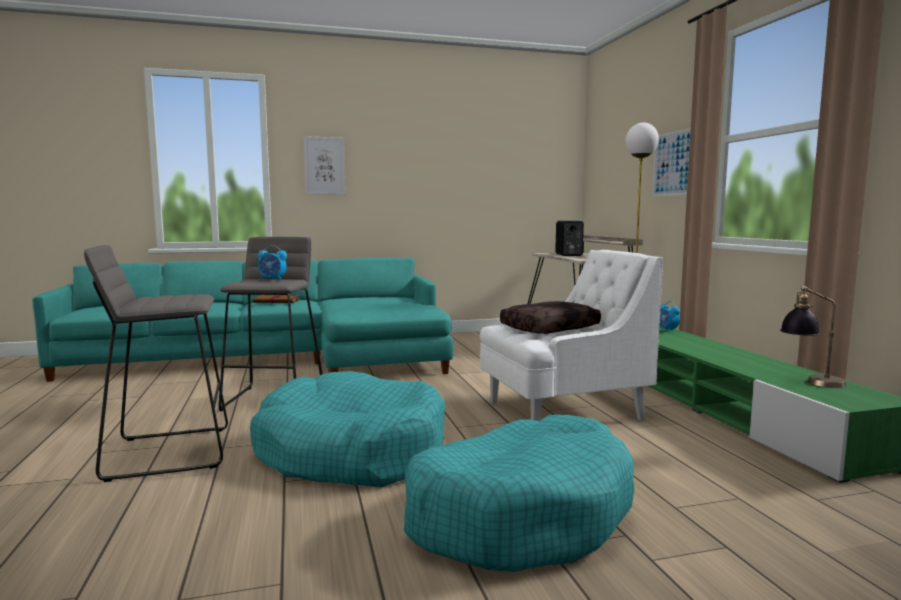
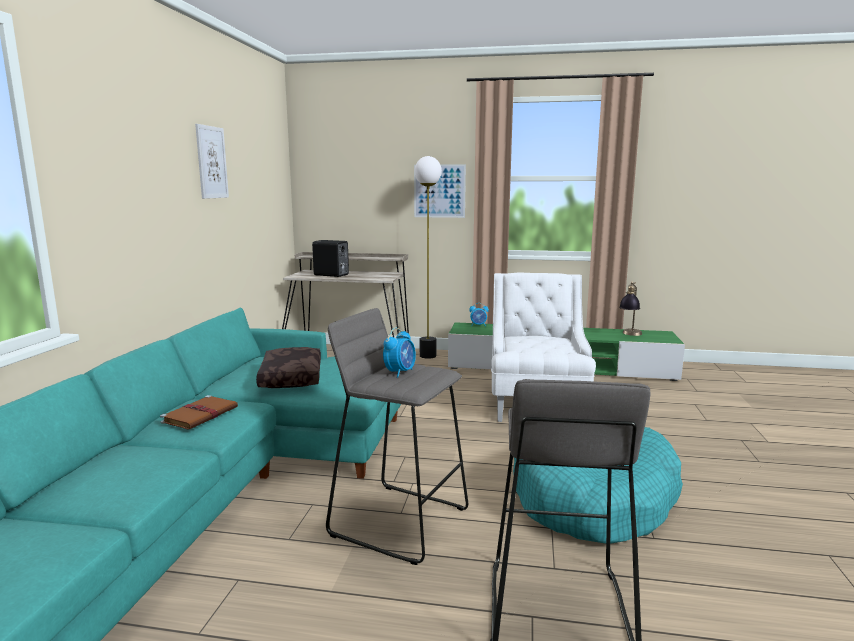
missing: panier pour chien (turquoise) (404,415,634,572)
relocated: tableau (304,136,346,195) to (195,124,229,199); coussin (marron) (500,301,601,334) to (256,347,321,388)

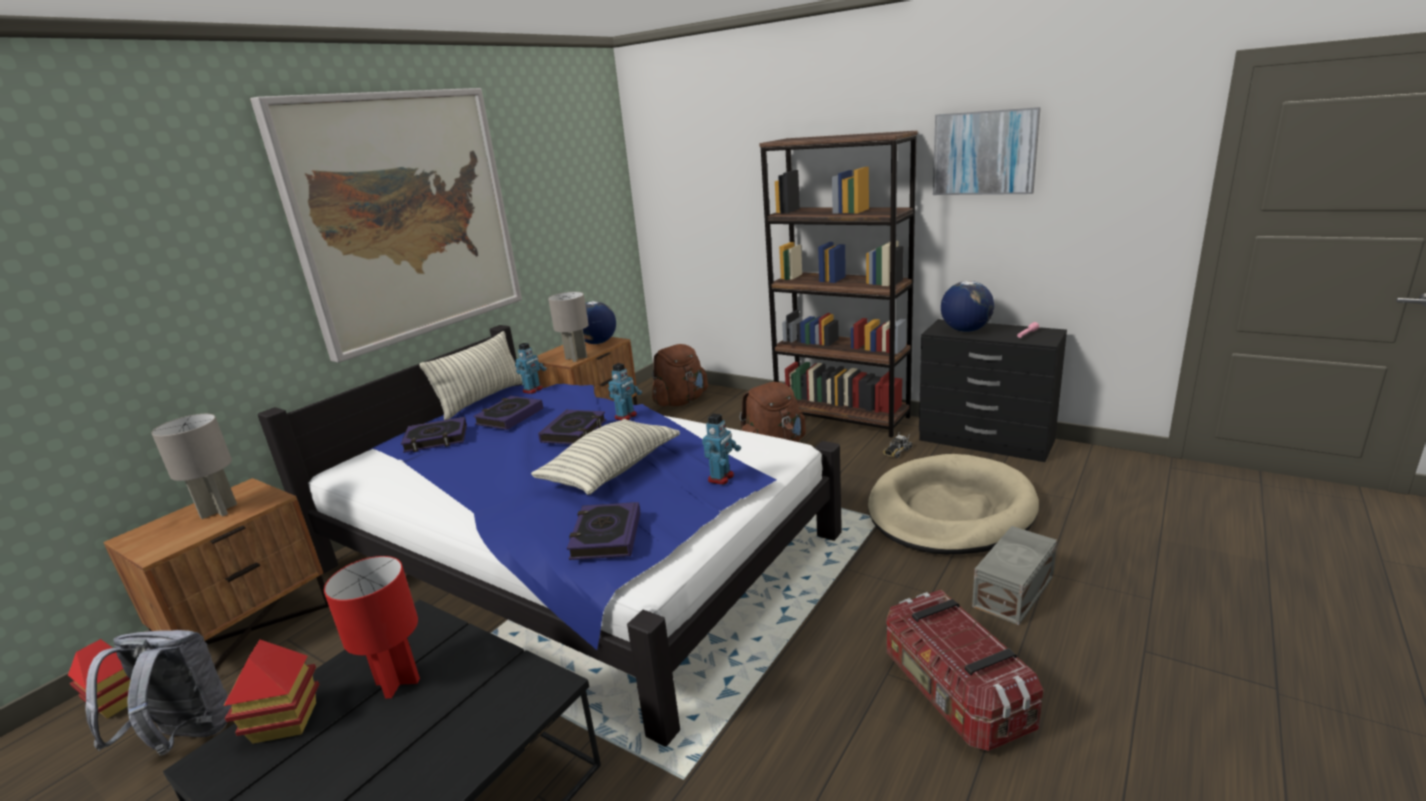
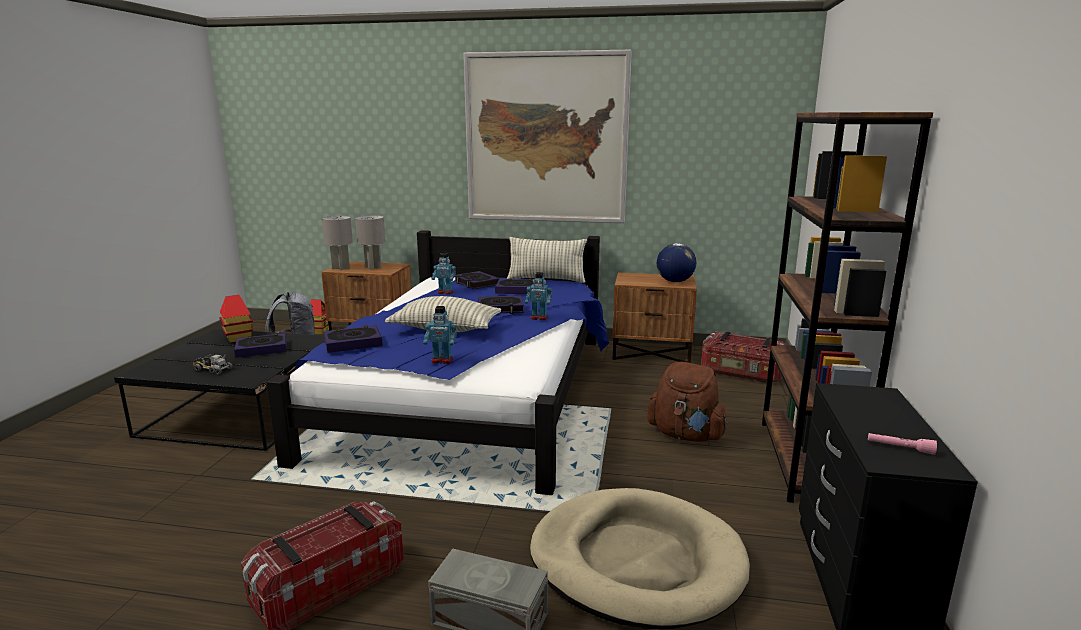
missing: tableau (933,107,1041,195); globe (941,281,994,332)
relocated: lampe de table (gris) (548,292,589,362) to (322,216,353,270); robot jouet (515,343,547,394) to (432,253,456,294); camion jouet (883,431,913,458) to (193,354,232,374)
exchanged: sac à dos (marron) (652,344,708,406) to boîte de rangement (701,331,786,383); lampe de table (rouge) (324,556,420,699) to livre (234,333,287,358)

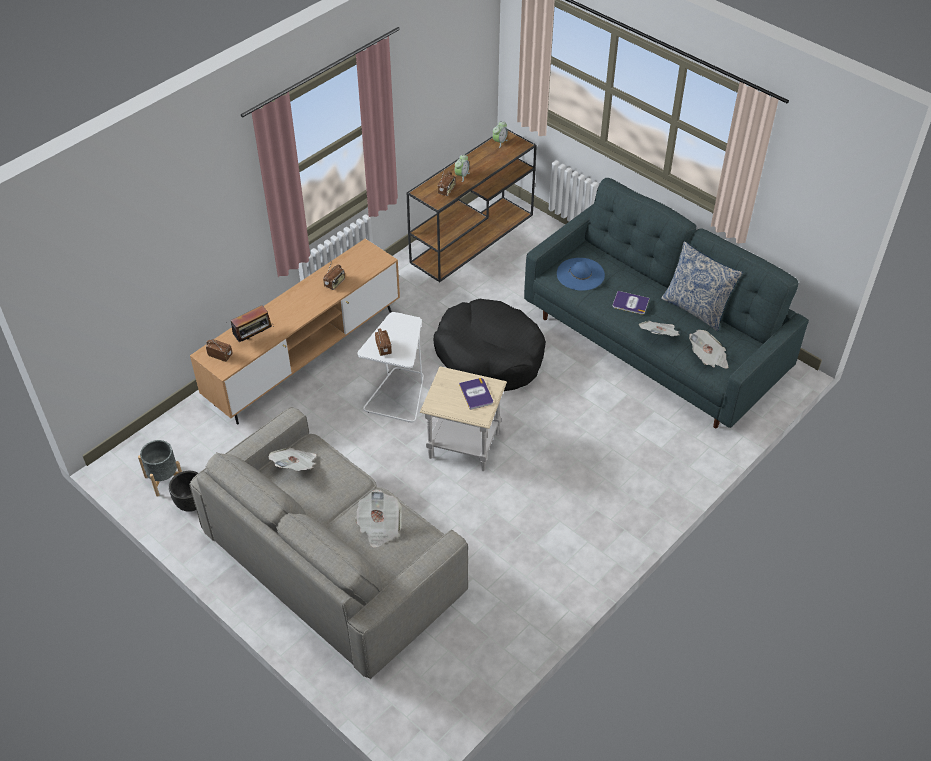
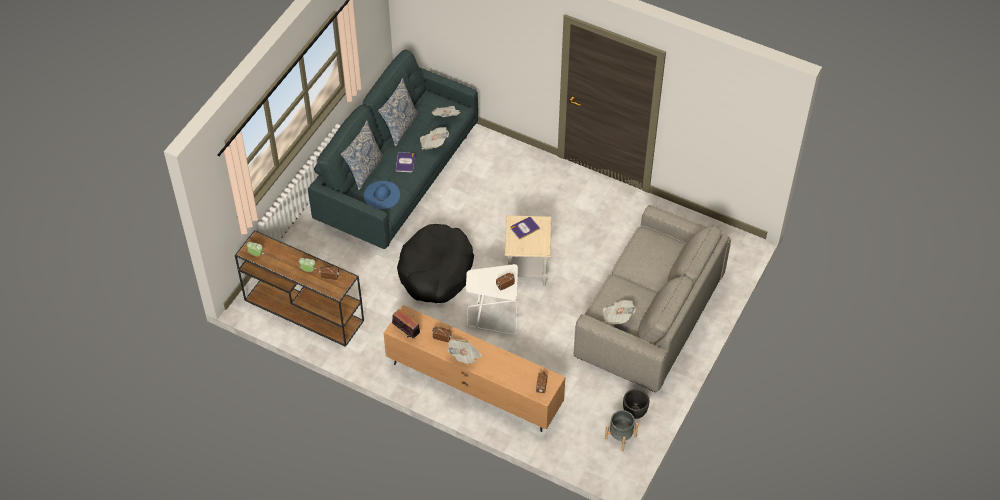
appeared: coussin (341,120,385,190)
relocated: radio (231,305,274,342) to (392,309,420,339); journal (355,490,402,548) to (447,339,482,364)

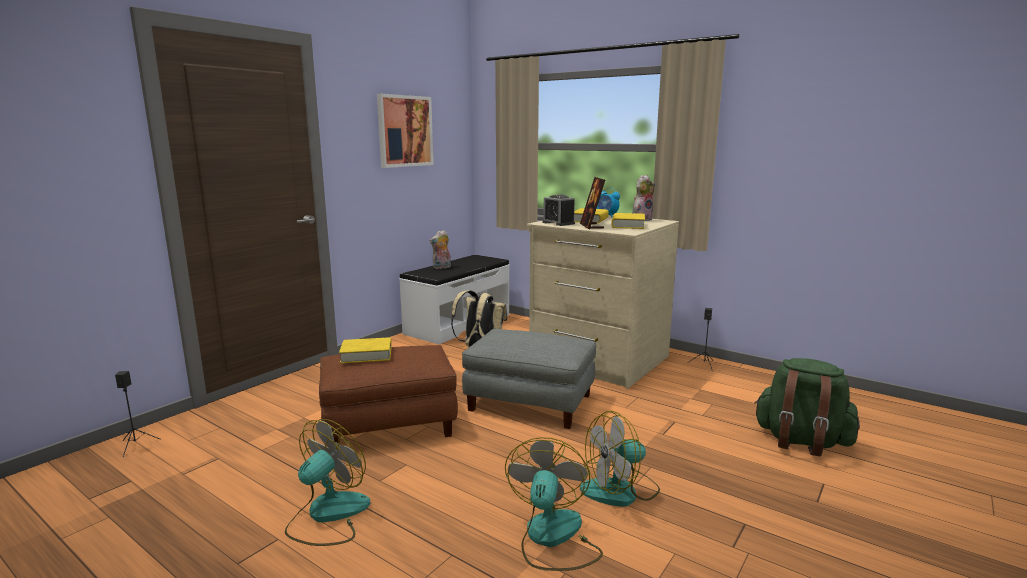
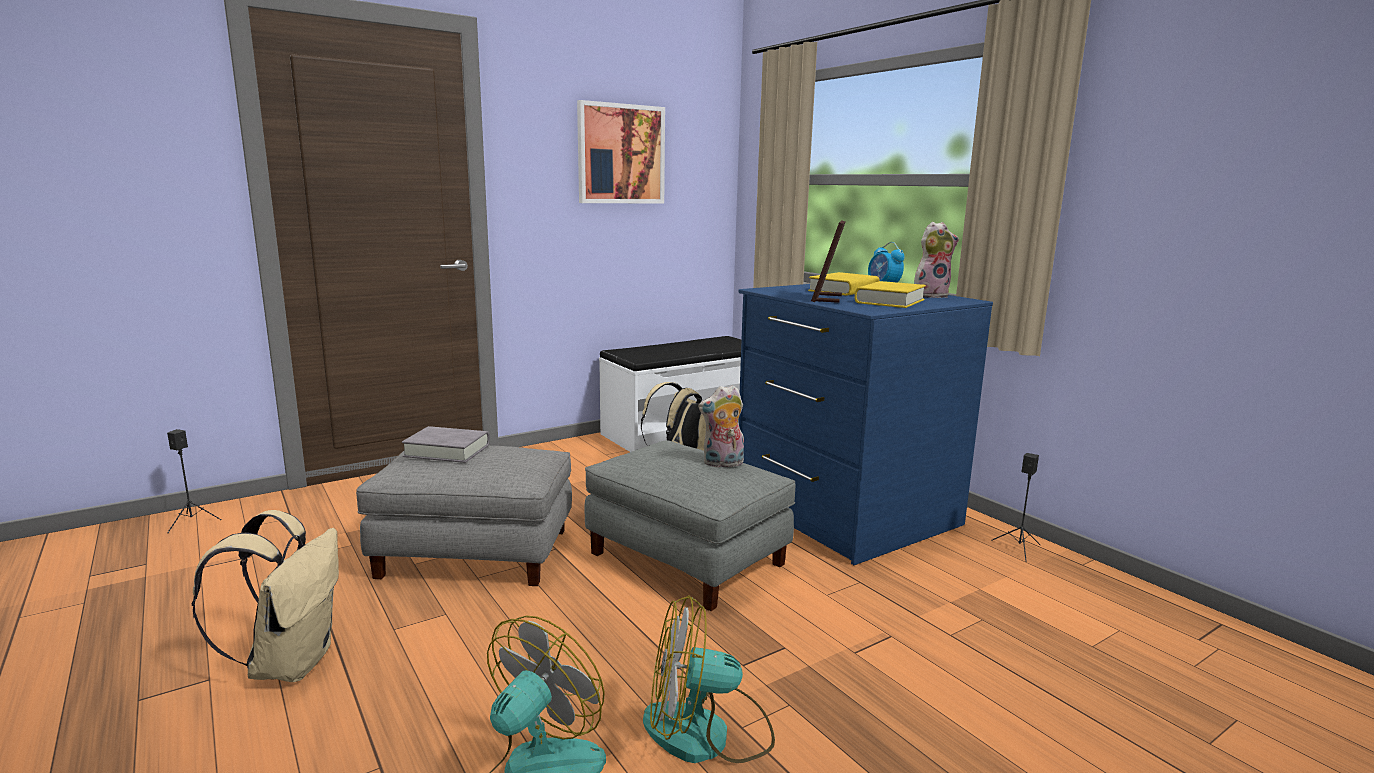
missing: réveil (542,195,575,226); sac à dos (vert) (754,358,860,456)
relocated: peluche (430,230,451,269) to (698,385,744,468)
exchanged: ventilateur (285,419,370,546) to sac à dos (beige) (192,510,339,682)
colour: commode (beige) (527,215,679,389) to commode (bleu) (738,284,993,565); livre (jaune) (339,337,392,363) to livre (gris) (402,426,490,463); pouf (marron) (319,345,458,444) to pouf (gris) (356,446,572,586)

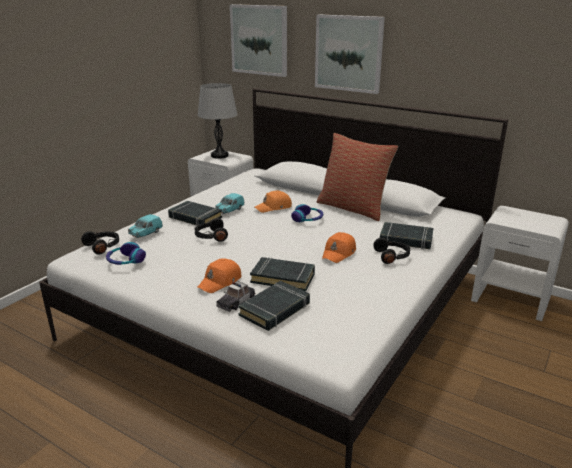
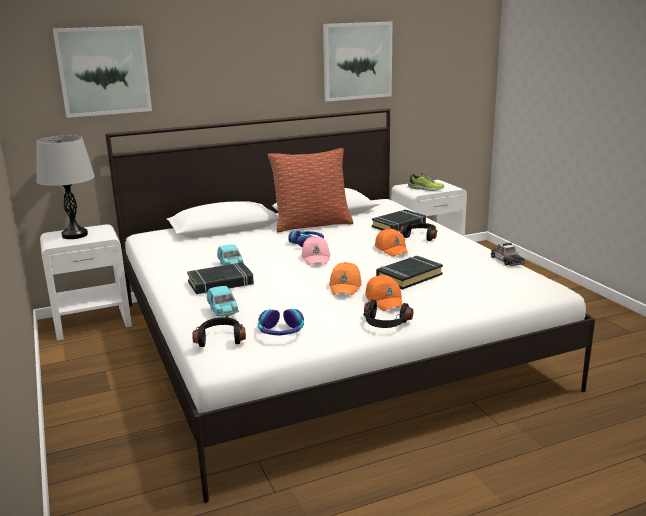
missing: livre (noir) (238,281,310,331)
appeared: chaussure (408,173,444,191); casquette (rose) (302,236,330,265)
relocated: tableau (315,14,385,94) to (323,22,392,101); casquette (orange) (255,190,292,213) to (329,262,362,295); casque audio (noir) (195,218,228,242) to (364,299,413,328); petite voiture (216,281,255,312) to (491,243,524,266)

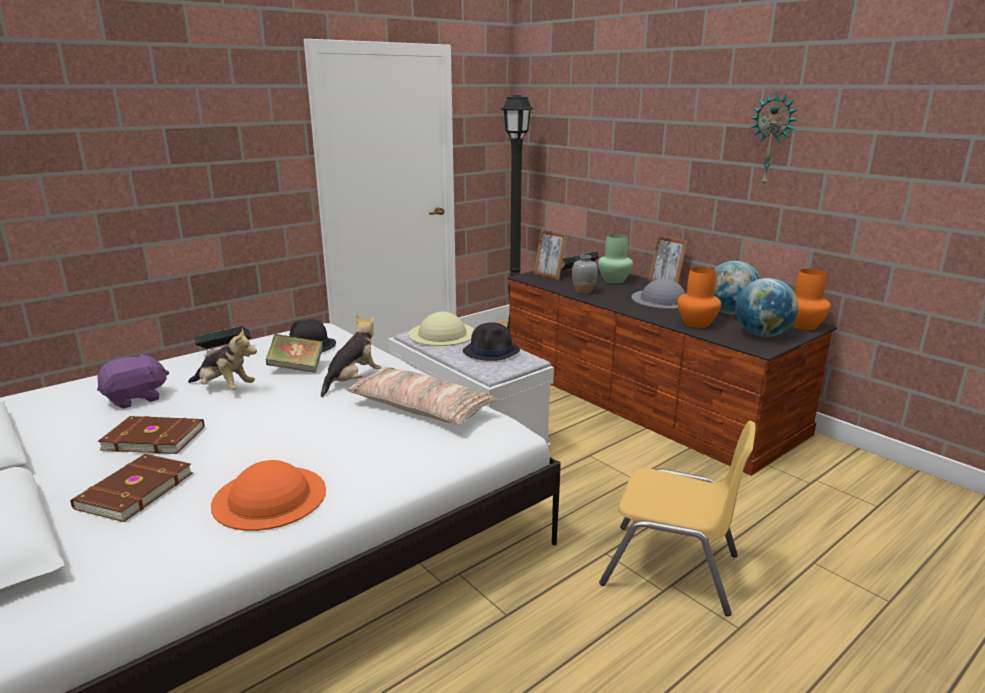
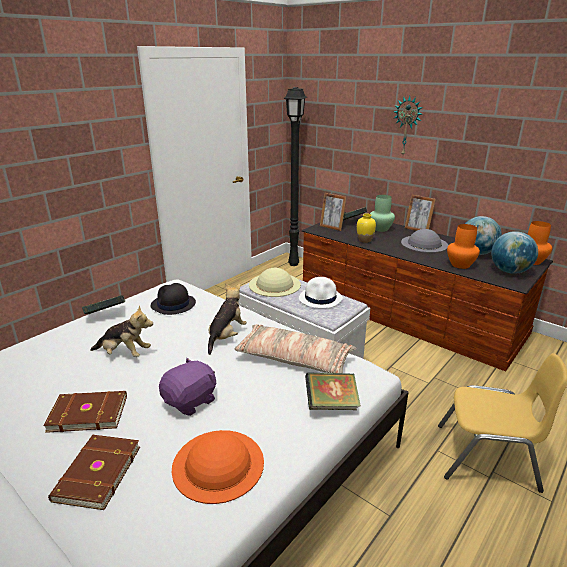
relocated: horloge murale (751,91,798,187) to (394,96,423,155); livre (266,334,323,373) to (305,372,361,410); peluche (violet) (97,354,169,409) to (159,358,216,416)
colour: vase (gris) (572,255,598,294) to vase (jaune) (357,214,376,243); chapeau (noir) (463,322,520,361) to chapeau (blanc) (299,277,343,308)

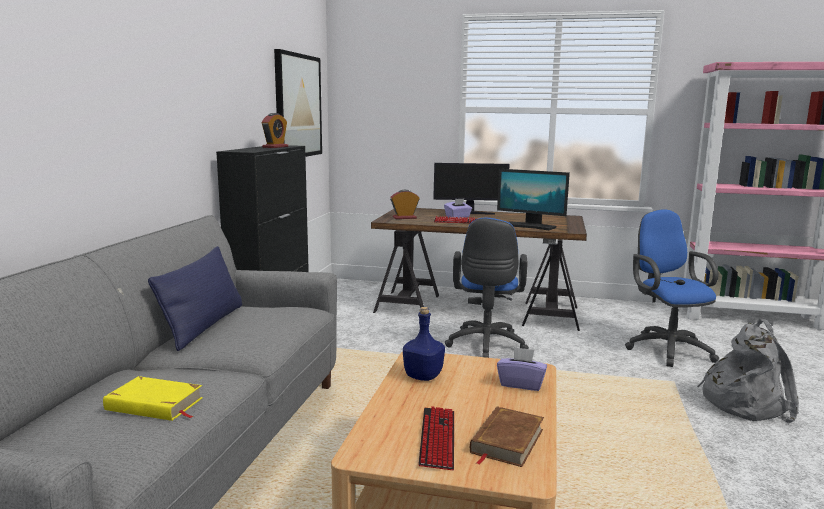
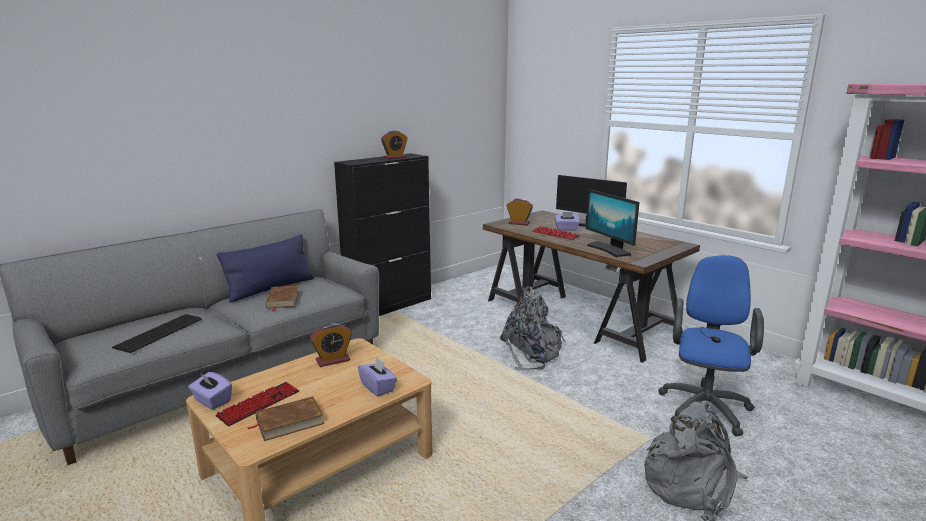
missing: tableau (274,49,322,157)
appeared: livre (marron) (266,285,299,311); boîte à mouchoirs (violet) (188,372,232,410)
exchanged: chaise de bureau (bleu) (445,218,529,358) to sac à dos (gris) (500,286,565,370); bouteille (bleu) (403,307,445,381) to réveil (310,323,352,367); livre (jaune) (103,376,203,421) to clavier (112,314,202,353)

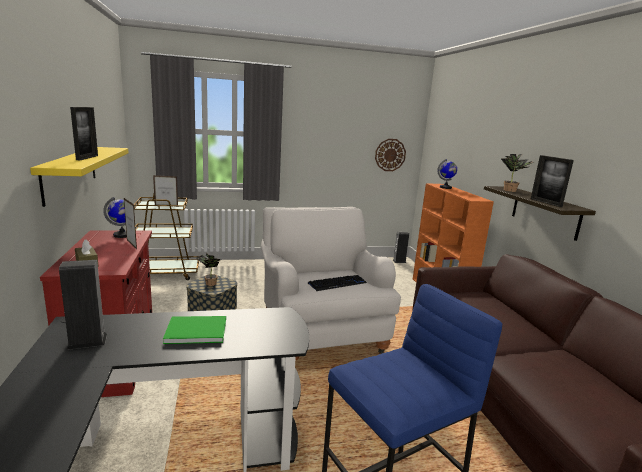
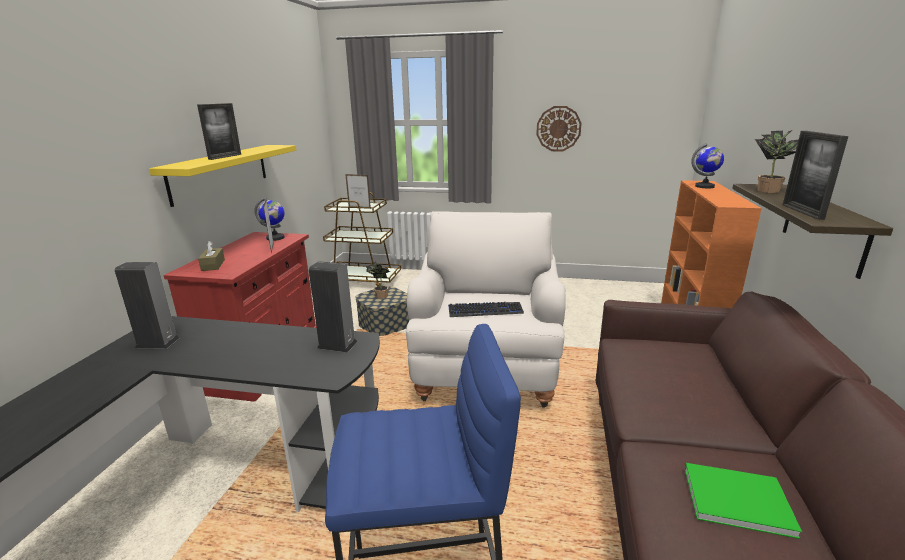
relocated: horloge murale (375,139,406,171) to (536,106,582,151); enceinte (393,232,409,263) to (309,261,358,353); livre (vert) (163,316,226,344) to (685,463,802,539)

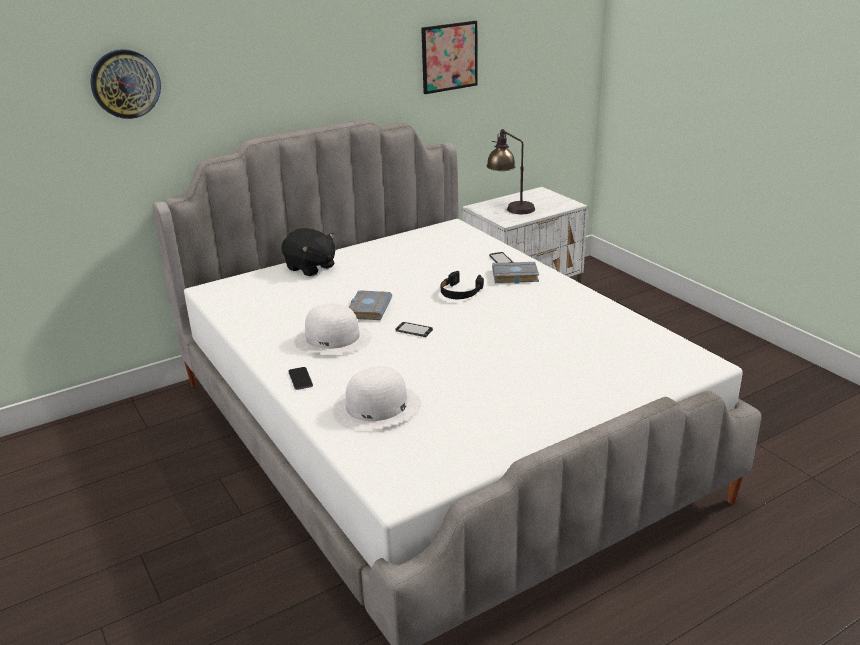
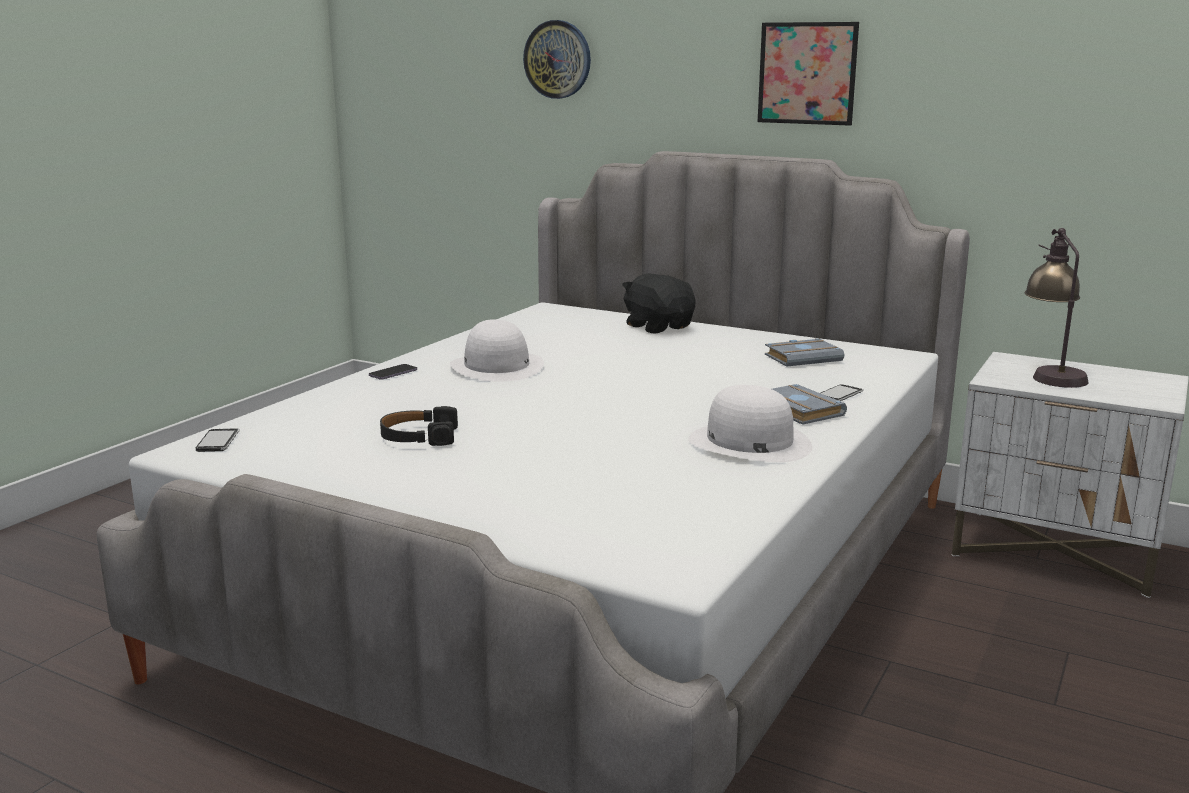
relocated: tableau (421,21,478,94) to (758,22,859,126); casque audio (noir) (441,271,484,299) to (380,406,458,446); livre (gris) (348,290,392,320) to (765,339,844,367); téléphone (396,322,433,337) to (196,428,239,452); chapeau (blanc) (333,366,421,430) to (688,385,812,462)
spun: peluche (noir) (281,228,335,276) = (622,273,696,333) 135 degrees clockwise

